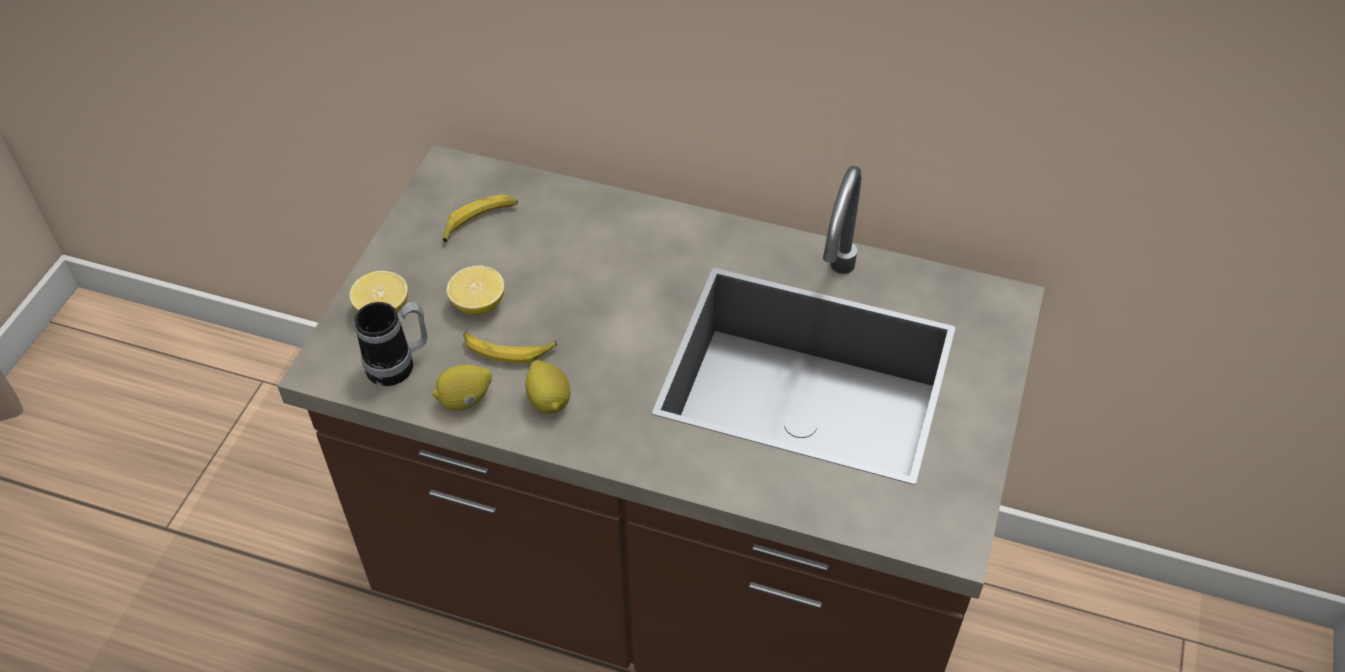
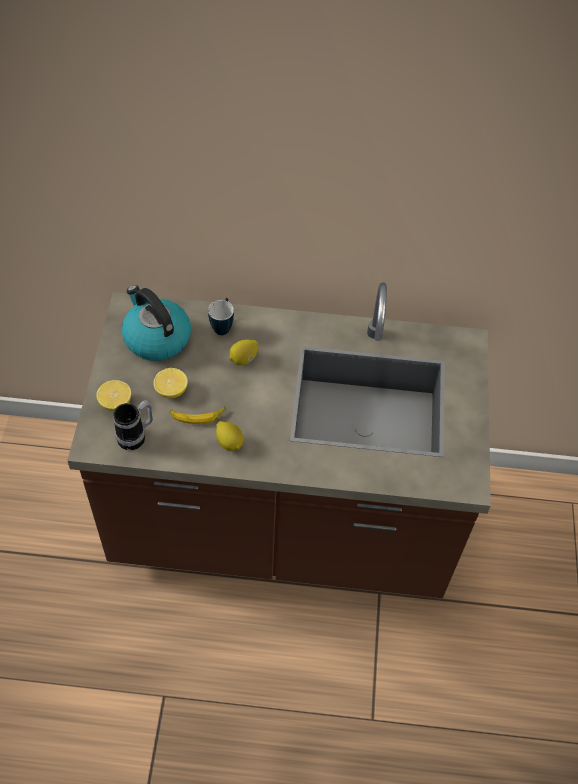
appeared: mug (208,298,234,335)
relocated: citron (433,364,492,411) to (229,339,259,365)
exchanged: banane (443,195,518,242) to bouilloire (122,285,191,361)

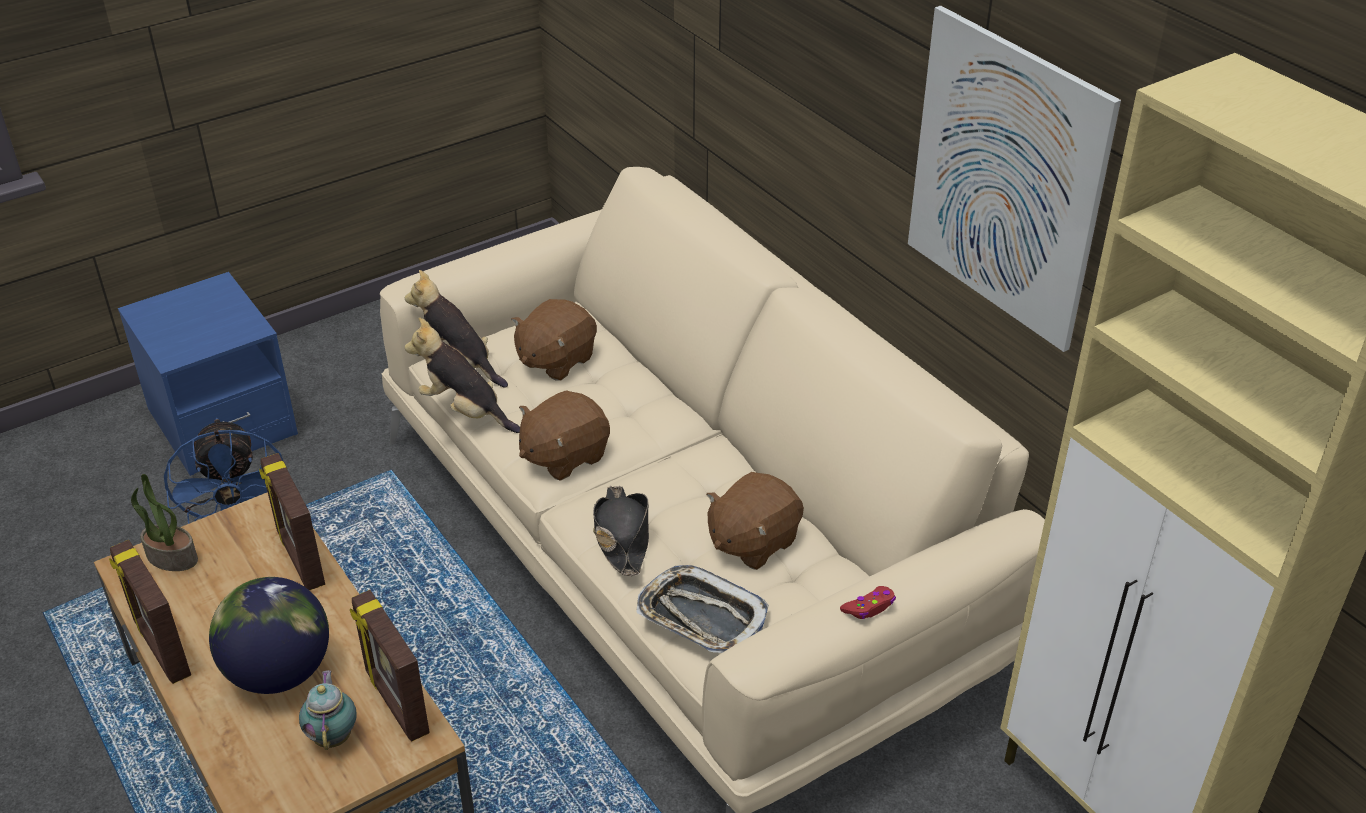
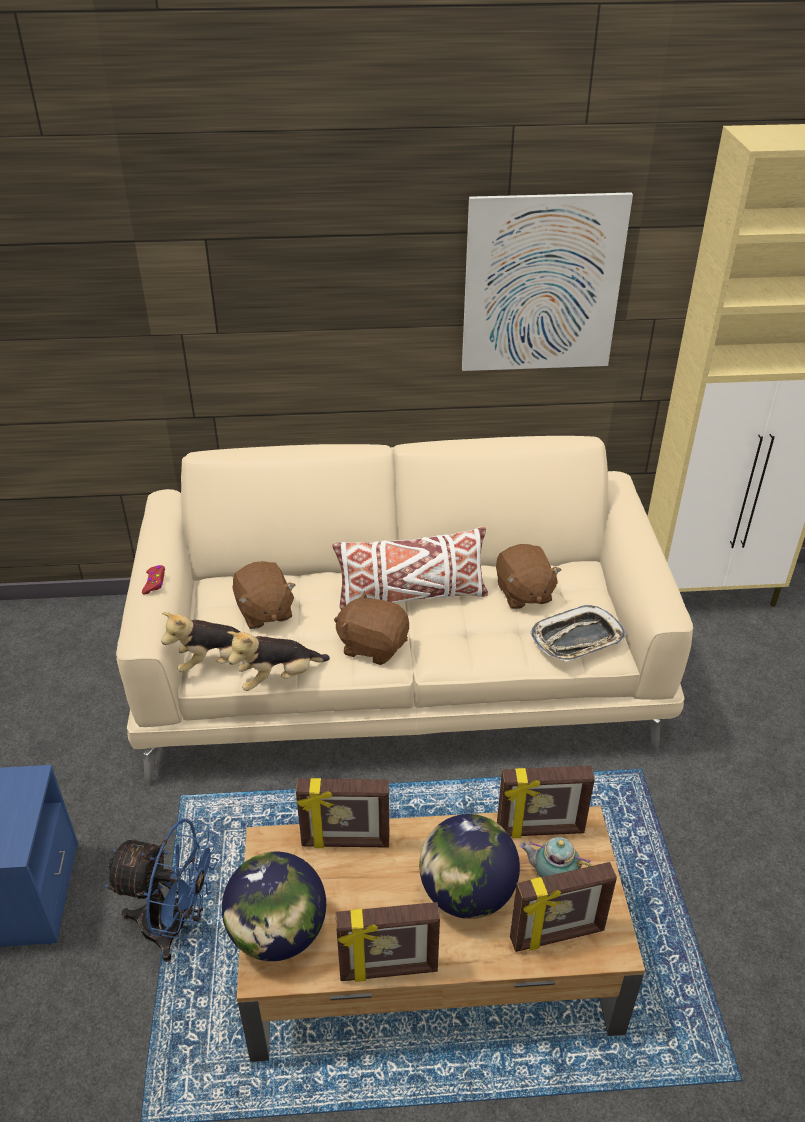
missing: chapeau (noir) (593,486,649,576)
appeared: coussin (blanc) (332,527,488,610); cadre photo (510,862,617,952)
relocated: manette (rouge) (840,586,896,619) to (142,565,165,595)
exchanged: plante en pot (131,474,198,571) to globe (222,852,326,961)
spun: peluche (marron) (519,390,610,481) = (334,591,409,665) 120 degrees clockwise

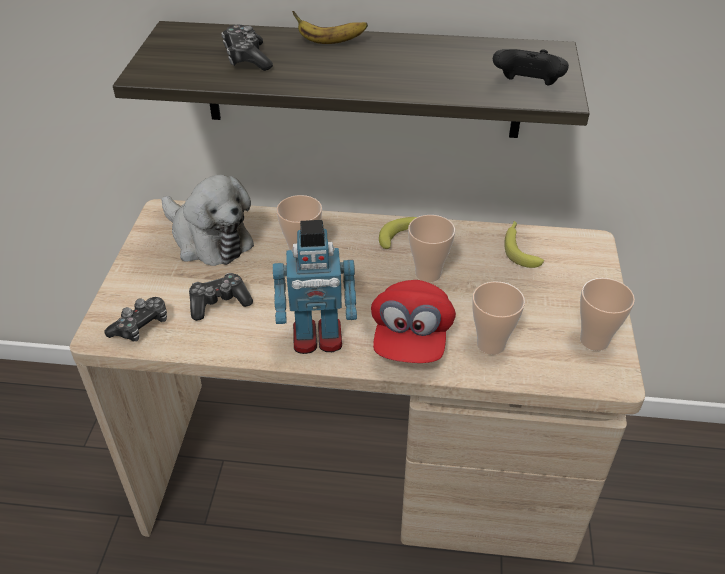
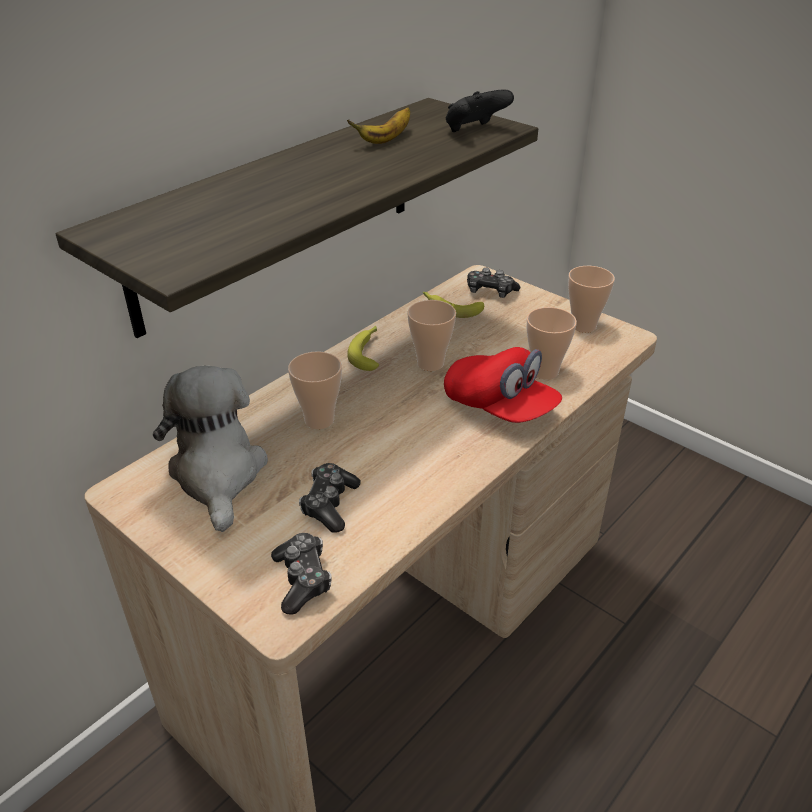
missing: robot jouet (273,220,357,354)
relocated: banane (292,11,368,44) to (347,108,410,144); manette (221,25,273,71) to (467,268,520,298)
spun: peluche (162,174,254,266) = (153,366,268,532) 90 degrees counterclockwise

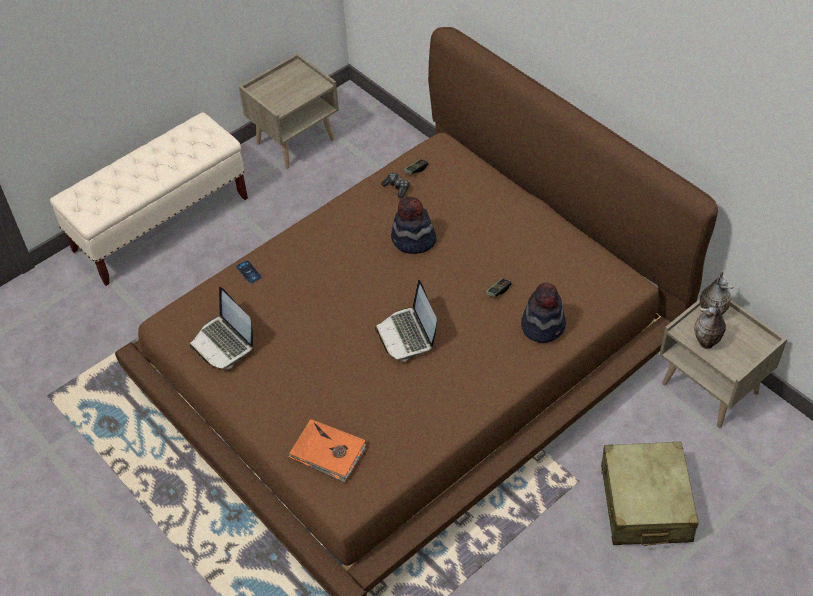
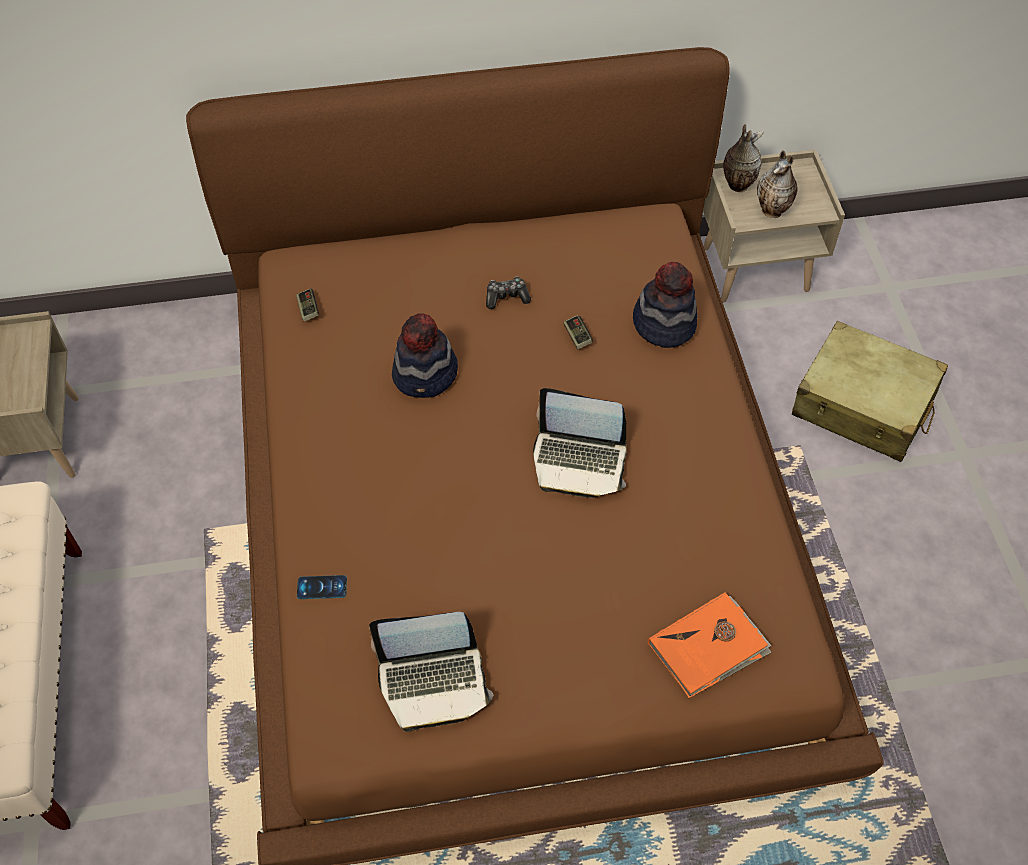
relocated: manette (381,172,410,198) to (486,277,531,309)

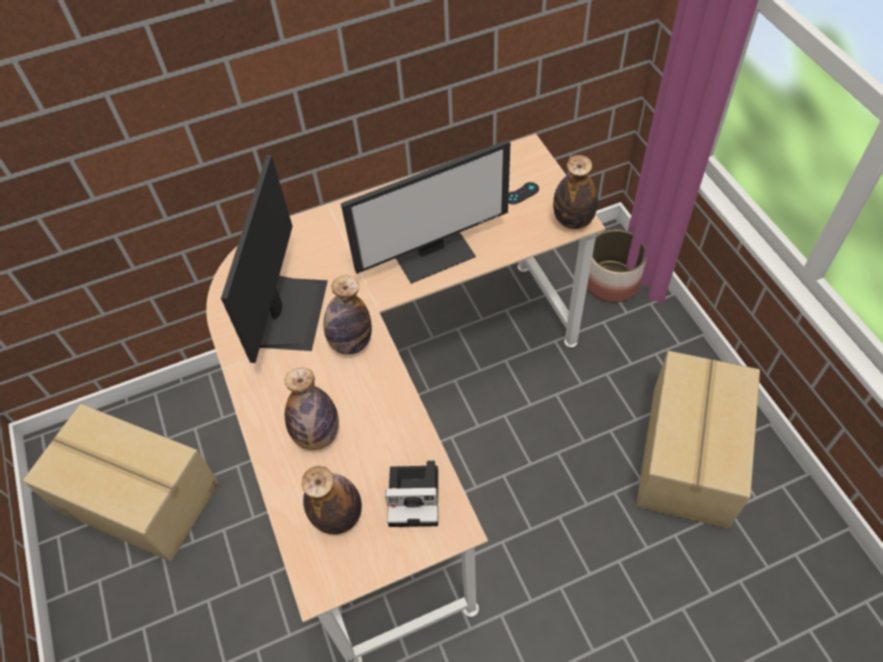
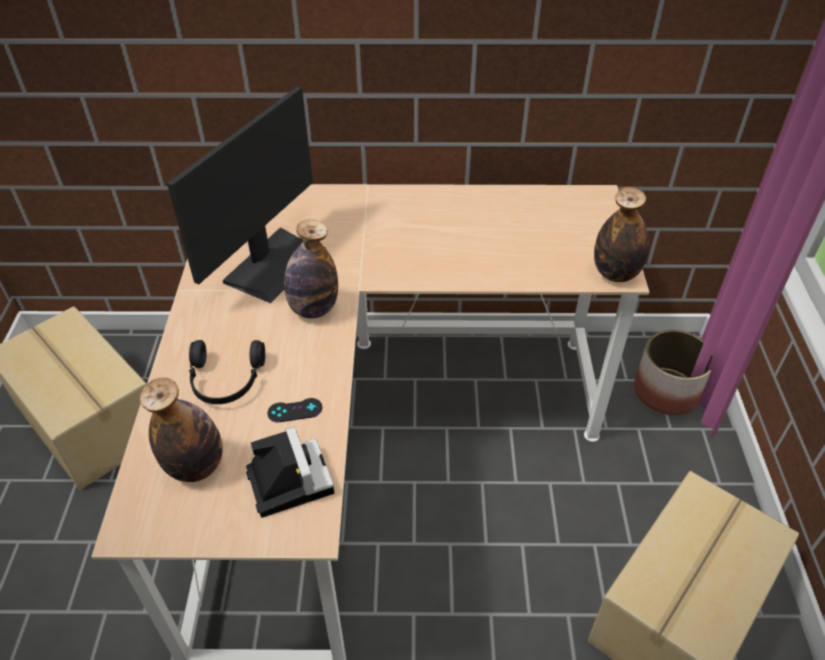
missing: écran d'ordinateur (341,140,511,284)
relocated: manette (noir) (508,182,539,205) to (267,398,322,422)
exchanged: bouteille (285,368,339,450) to casque audio (noir) (189,340,265,404)
spun: appareil photo (385,460,438,527) = (246,427,334,518) 135 degrees counterclockwise

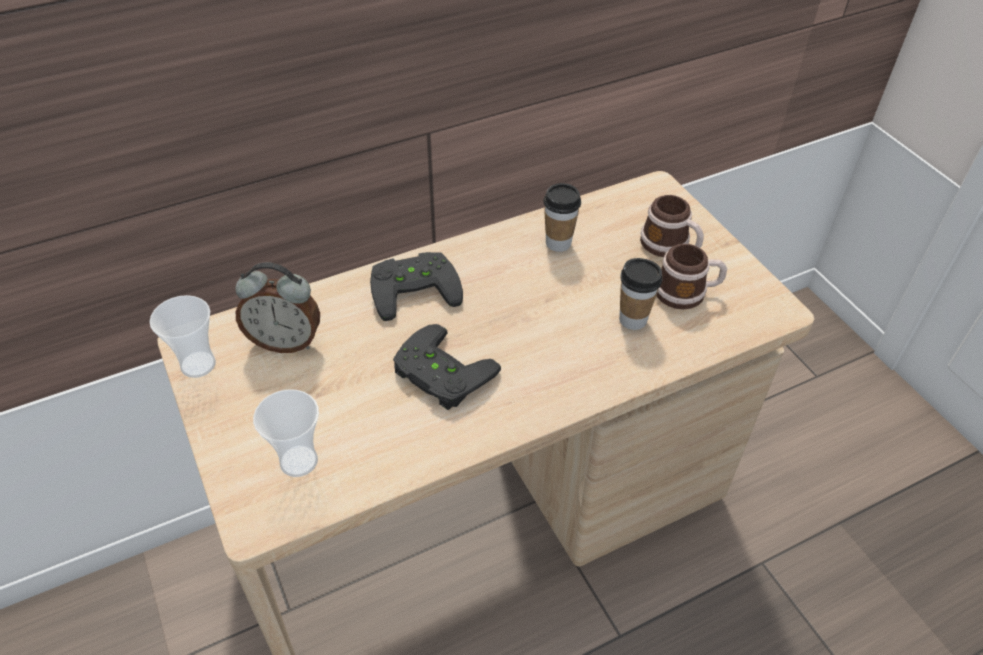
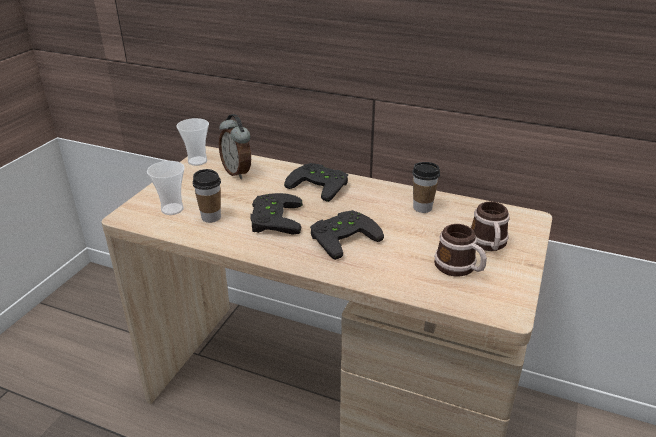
appeared: manette (noir) (310,210,384,260)
relocated: tasse (619,258,663,330) to (193,169,221,223)

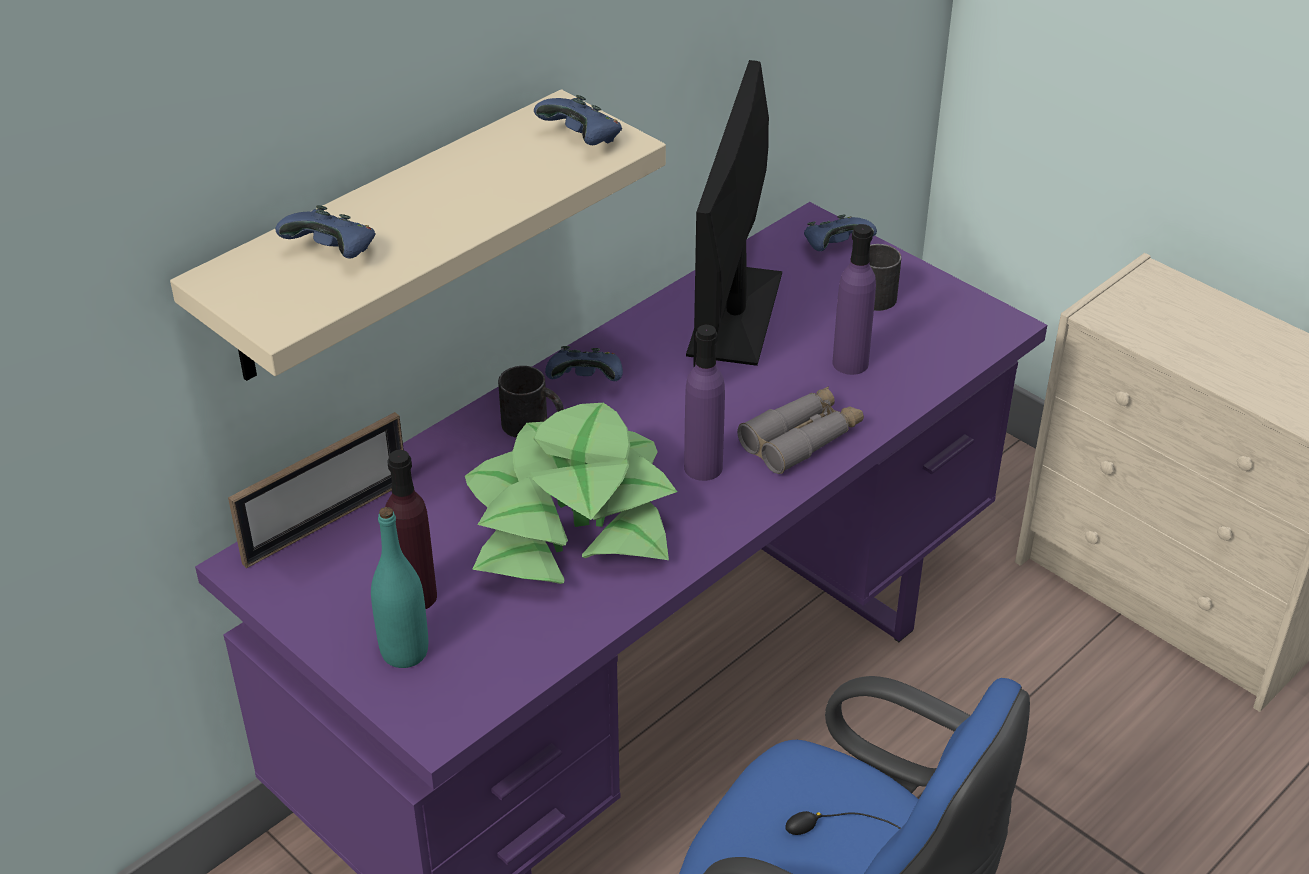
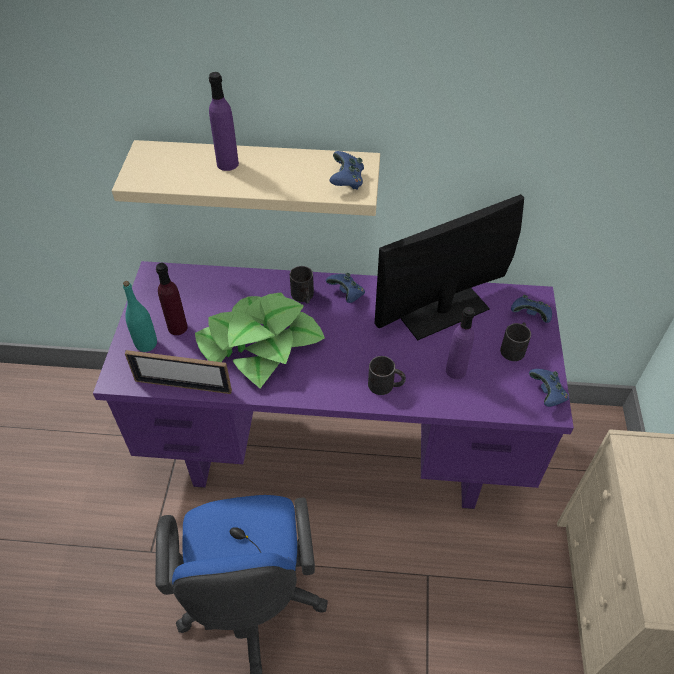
relocated: manette (bleu) (276,205,376,259) to (529,369,569,407); bouteille (violet) (684,325,725,481) to (209,72,239,171); cadre photo (228,412,404,568) to (125,350,232,394)
exchanged: jumelles (gris) (737,386,864,474) to mug (noir) (368,356,406,395)

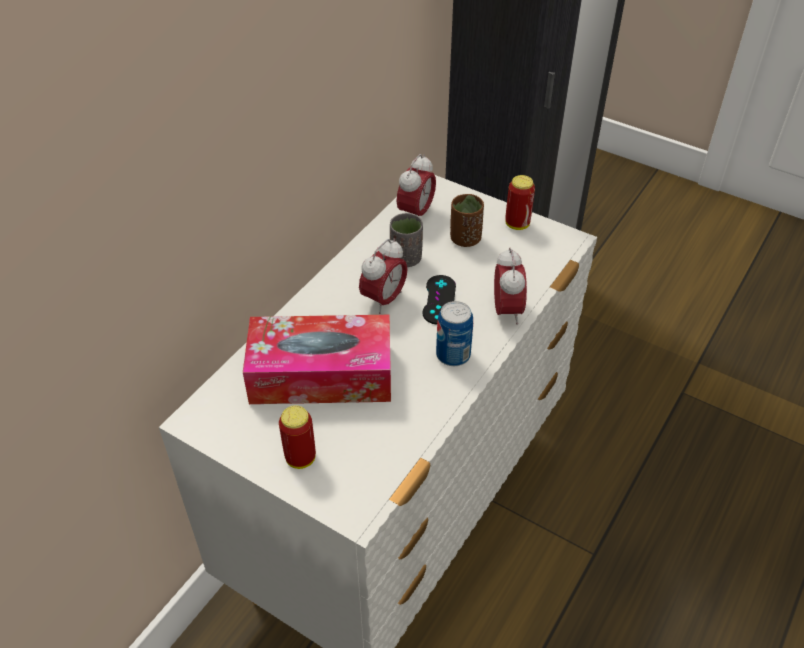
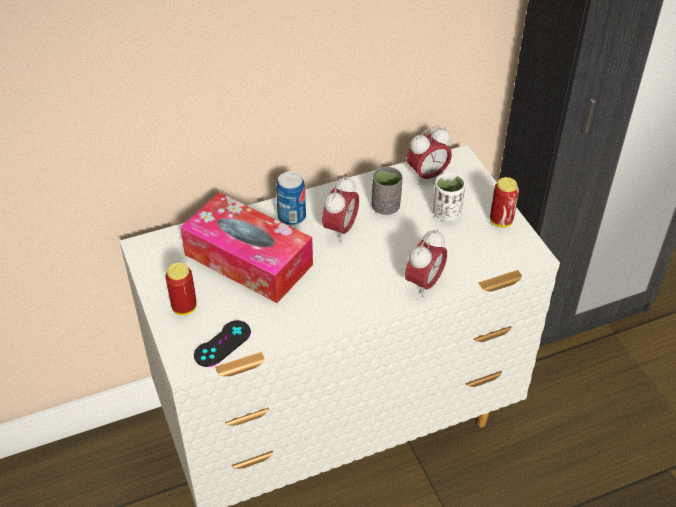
relocated: manette (noir) (422,275,456,325) to (194,320,251,367); boîte métallique (436,301,473,366) to (276,171,306,226)
colour: tasse (marron) (450,194,484,247) to tasse (blanc) (433,173,465,221)
spun: réveil (359,238,407,314) = (322,175,359,242) 45 degrees counterclockwise

